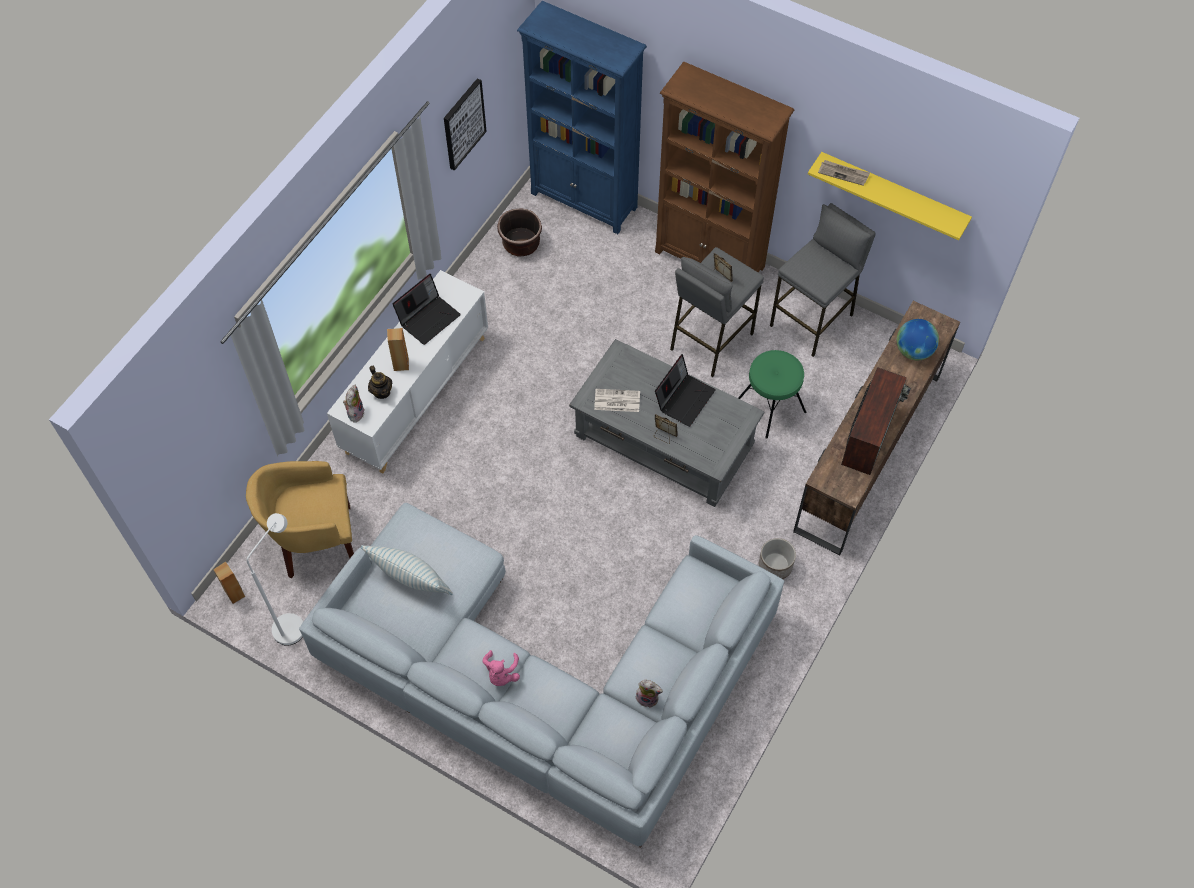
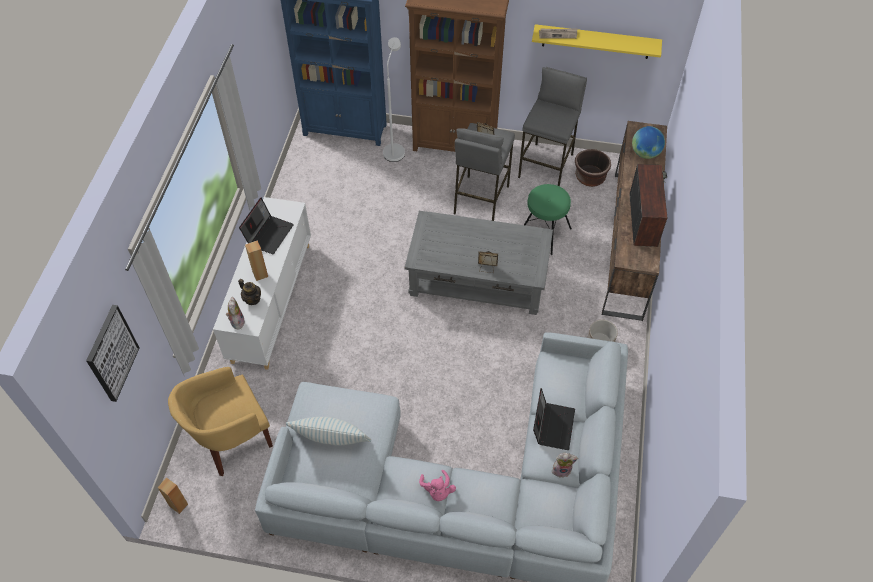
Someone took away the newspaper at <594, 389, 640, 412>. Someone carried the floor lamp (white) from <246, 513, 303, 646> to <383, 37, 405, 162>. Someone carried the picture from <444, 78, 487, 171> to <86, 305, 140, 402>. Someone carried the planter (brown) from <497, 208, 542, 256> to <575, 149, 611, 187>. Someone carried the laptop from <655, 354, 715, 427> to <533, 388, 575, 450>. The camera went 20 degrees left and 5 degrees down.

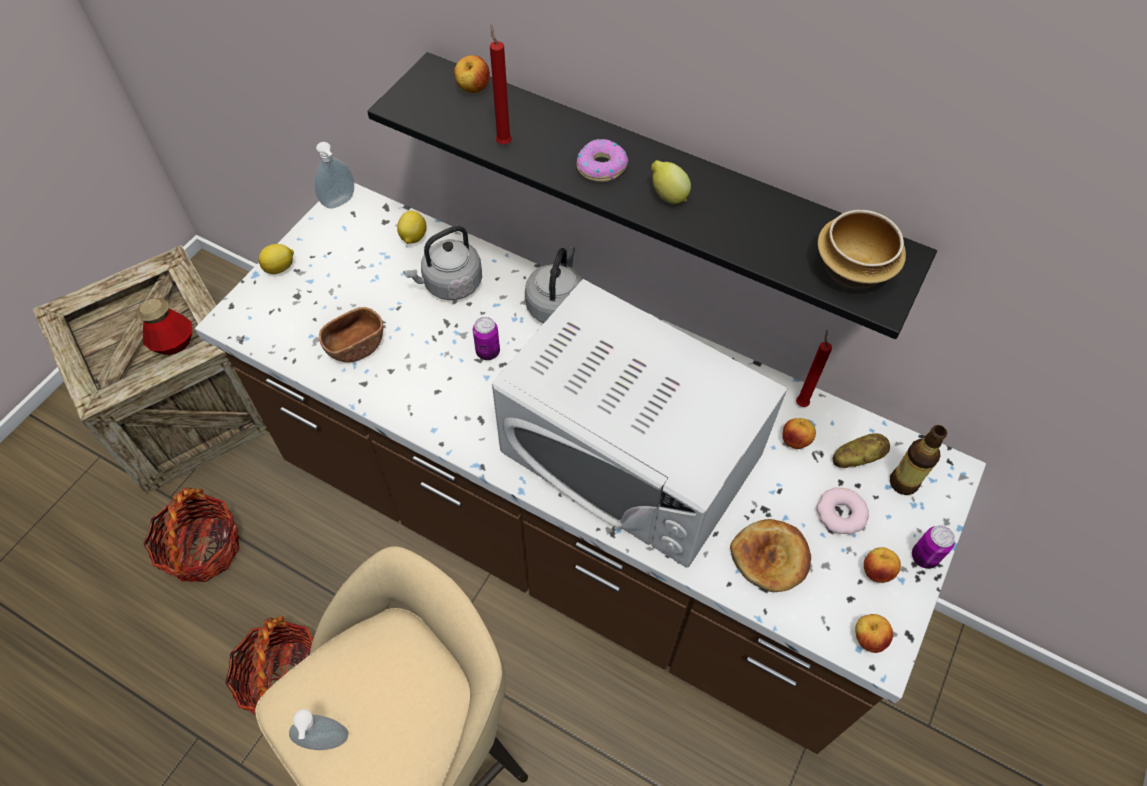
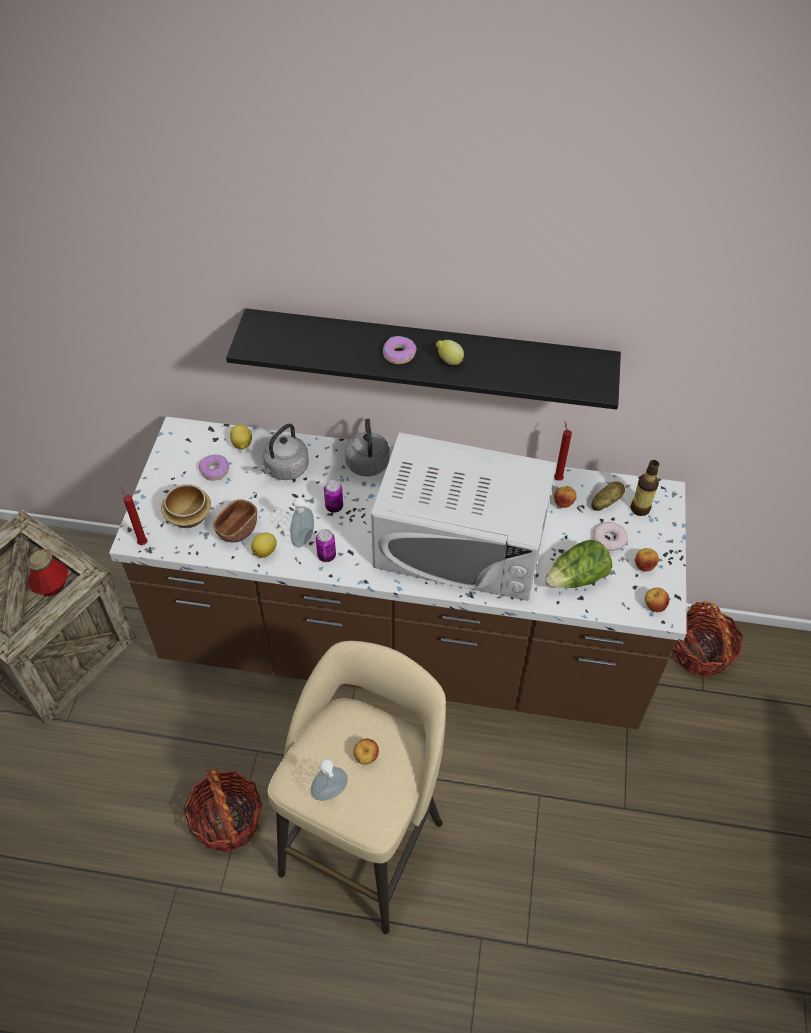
Someone put down the donut at <199, 455, 229, 481>. Someone carried the basket from <144, 487, 240, 582> to <673, 601, 743, 677>. Someone carried the lemon from <258, 244, 294, 274> to <251, 532, 277, 558>. Someone carried the soap dispenser from <314, 142, 354, 209> to <290, 497, 314, 548>. Someone carried the apple from <454, 55, 490, 93> to <353, 739, 379, 765>. Someone carried the candle (red) from <490, 24, 512, 144> to <121, 488, 148, 545>. Someone carried the bowl from <818, 210, 906, 289> to <161, 484, 211, 528>. Someone carried the can from <912, 525, 955, 569> to <316, 529, 336, 562>. Someone swapped the bread at <730, 519, 811, 592> for the lettuce at <545, 540, 612, 588>. The camera went 20 degrees left and 5 degrees down.

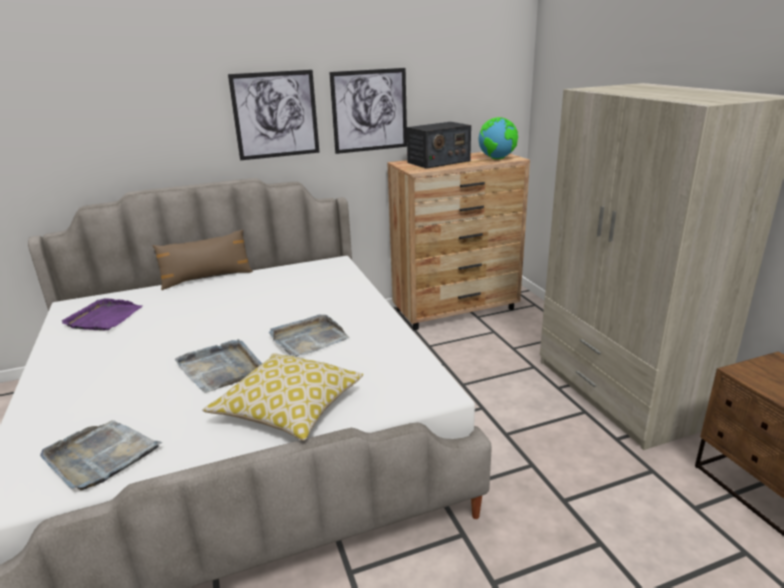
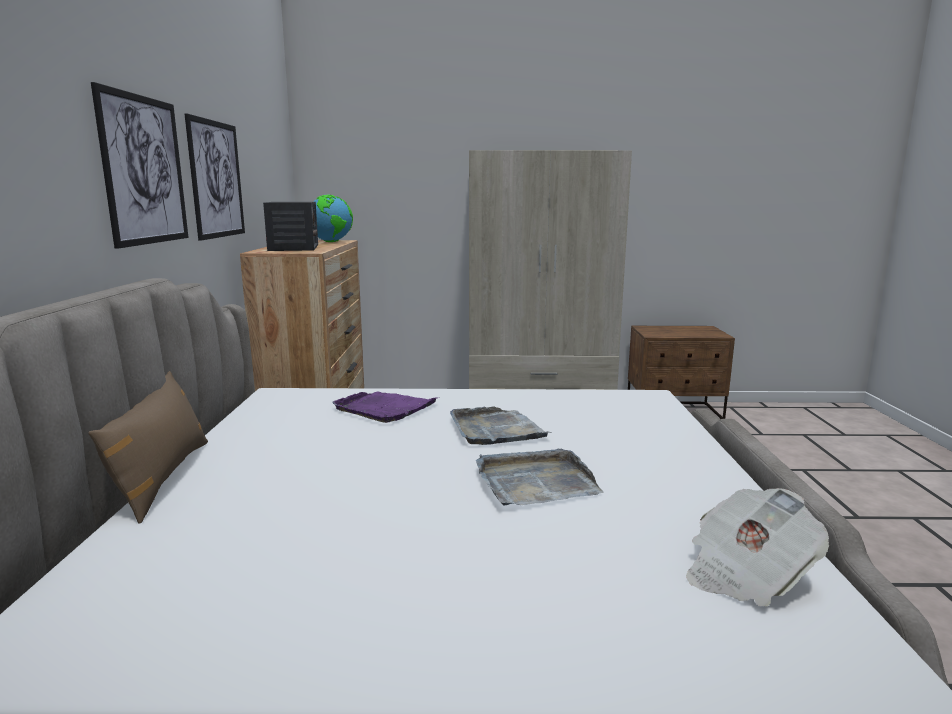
Someone took away the pillow at <203, 353, 363, 441>. Someone carried the tray (purple) from <62, 298, 142, 331> to <332, 391, 440, 423>. Someone swapped the tray (grey) at <40, 420, 163, 490> for the newspaper at <686, 488, 829, 607>. The camera went 70 degrees left and 10 degrees down.

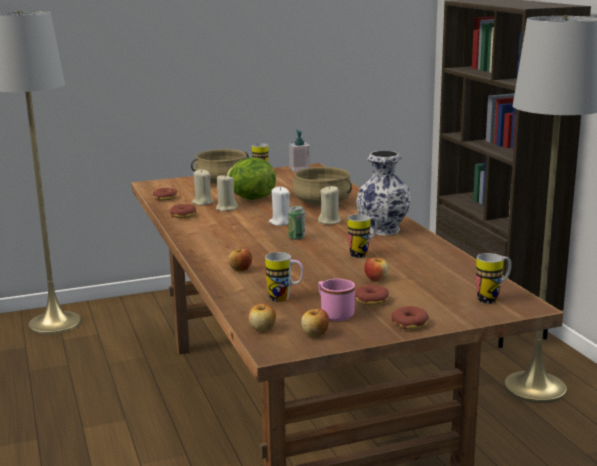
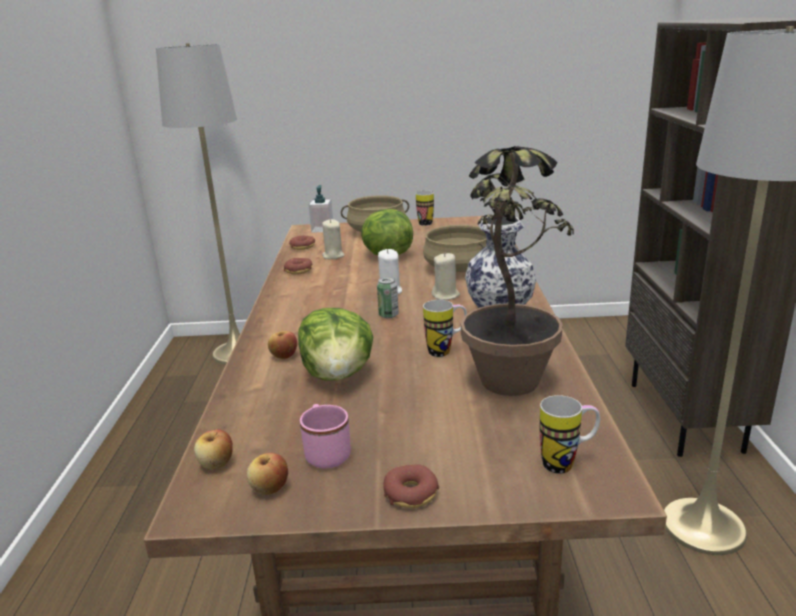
Someone took away the candle (beige) at <216, 175, 238, 212>. Someone took away the mug at <265, 252, 304, 302>. Someone took away the donut at <355, 284, 389, 306>. Someone took away the apple at <364, 256, 389, 281>. Someone put down the lettuce at <298, 308, 373, 380>. Someone put down the potted plant at <461, 146, 574, 396>. Someone carried the soap dispenser from <289, 130, 311, 172> to <308, 185, 333, 232>. The camera went 20 degrees right and 5 degrees up.

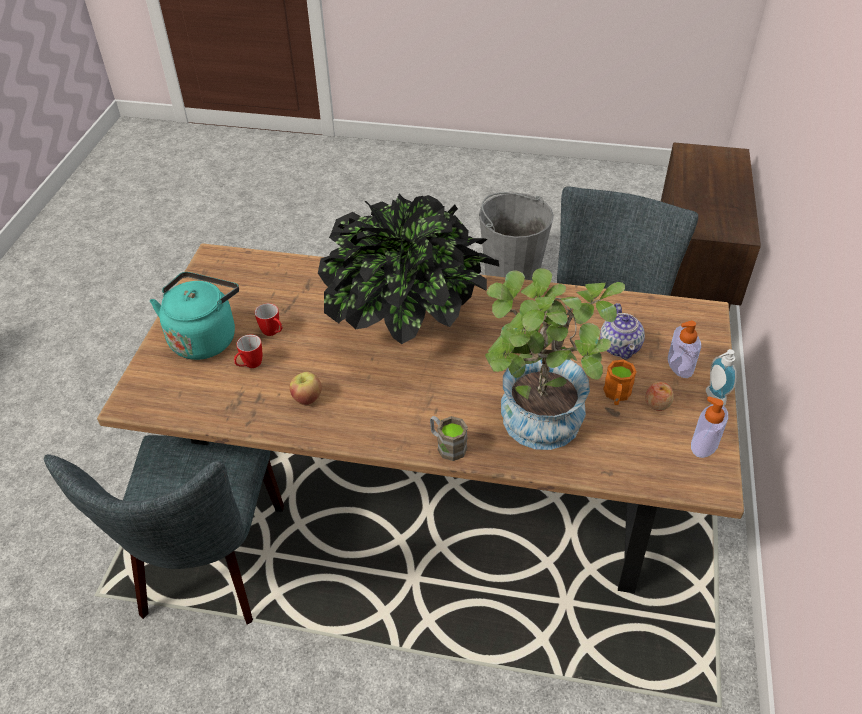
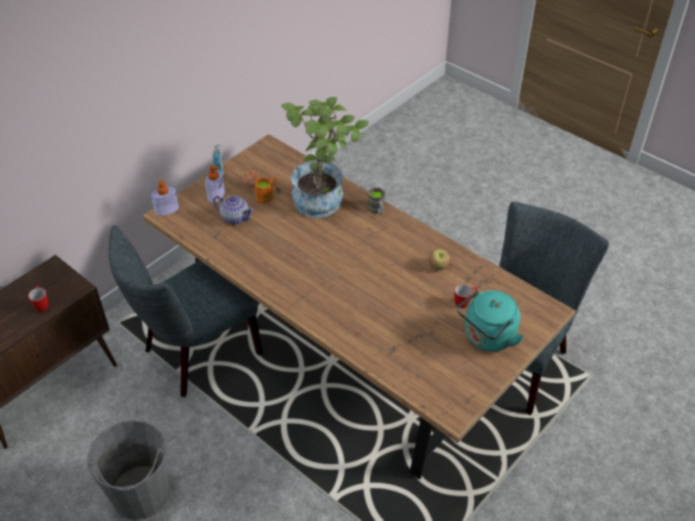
Someone took away the potted plant at <318, 194, 500, 344>. Someone carried the mug from <255, 303, 282, 336> to <28, 285, 48, 312>. Someone carried the soap dispenser from <691, 396, 728, 458> to <151, 180, 179, 216>. Someone rotated the teapot at <600, 303, 645, 360> by 90 degrees clockwise. The camera went 150 degrees left and 0 degrees up.

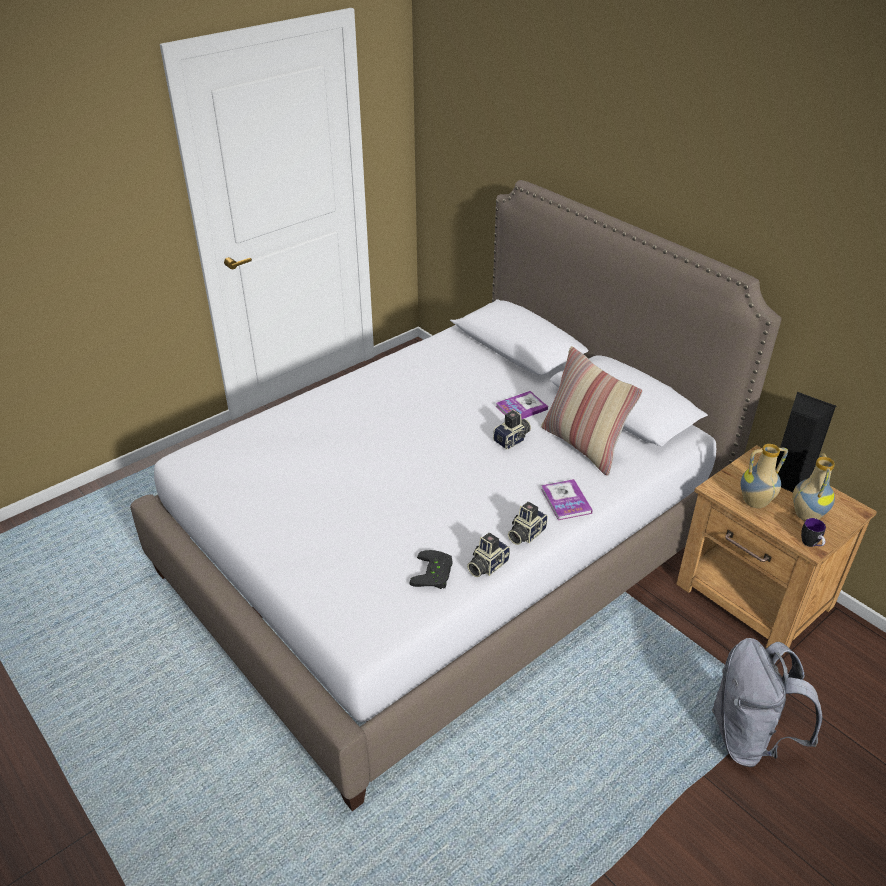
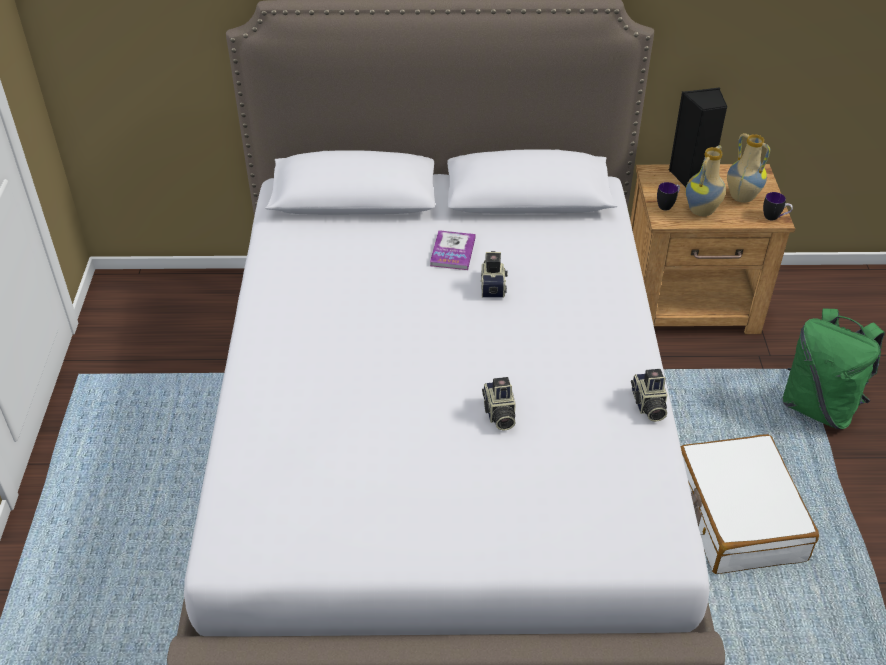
Someone took away the game controller (black) at <409, 550, 452, 589>. Someone took away the pillow at <541, 346, 642, 476>. Someone took away the book at <541, 479, 593, 520>. Someone put down the mug at <657, 182, 680, 210>. Someone put down the suitcase (white) at <681, 434, 819, 574>. Someone carried the photo camera from <508, 502, 548, 545> to <482, 377, 516, 431>. Someone repainted the backpack (grey) at <712, 638, 822, 767>, which became the backpack (green) at <782, 308, 885, 429>. The camera went 50 degrees left and 5 degrees up.

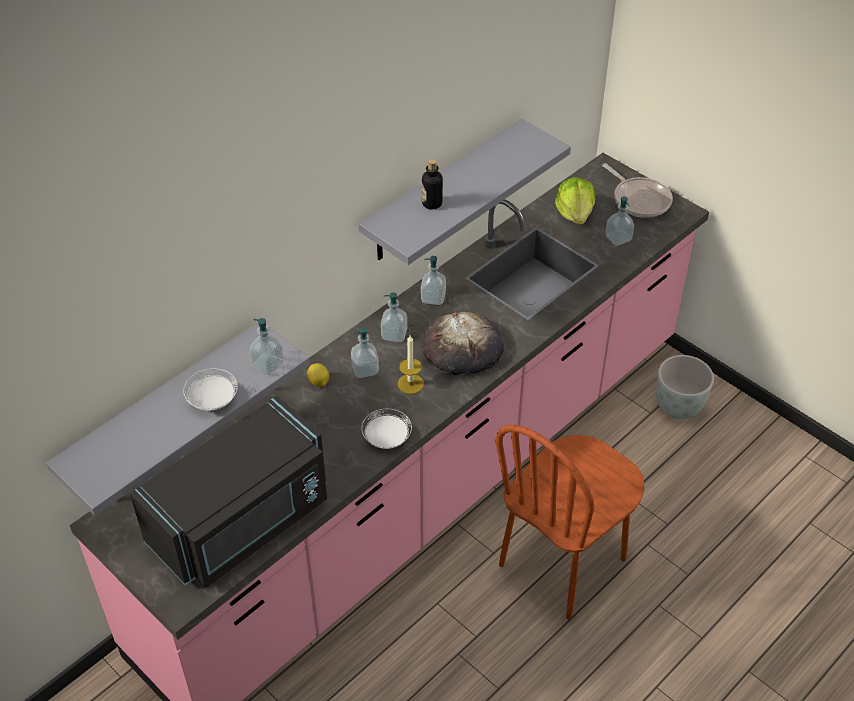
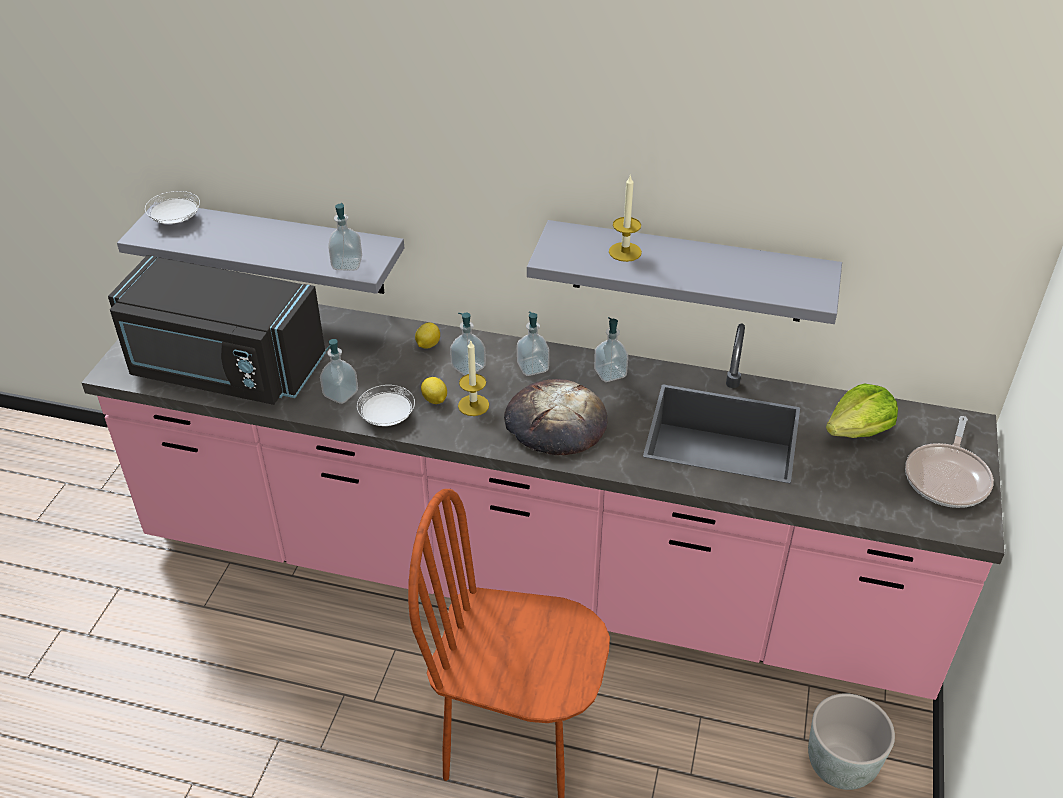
Someone put down the lemon at <421, 377, 447, 404>. Someone carried the plate (white) from <184, 369, 238, 411> to <145, 191, 200, 224>. Someone carried the soap dispenser from <606, 196, 634, 246> to <320, 339, 358, 404>. Someone swapped the bottle at <422, 159, 443, 209> for the candle at <609, 174, 642, 262>. The camera went 60 degrees right and 5 degrees down.

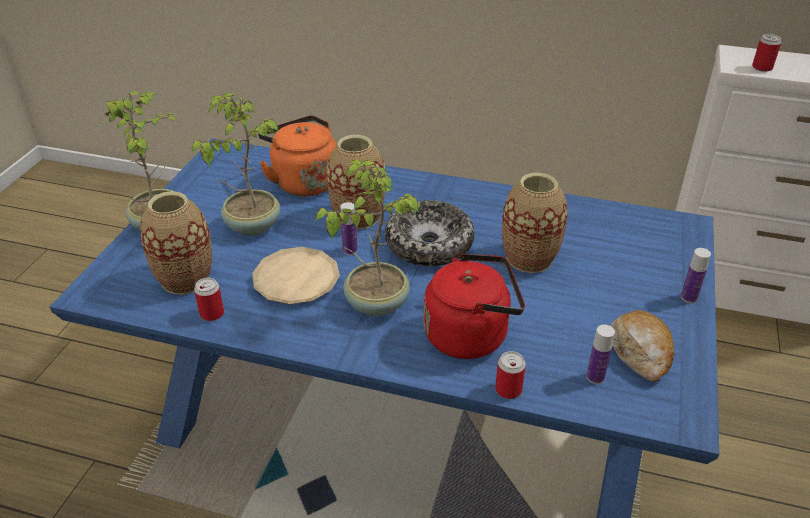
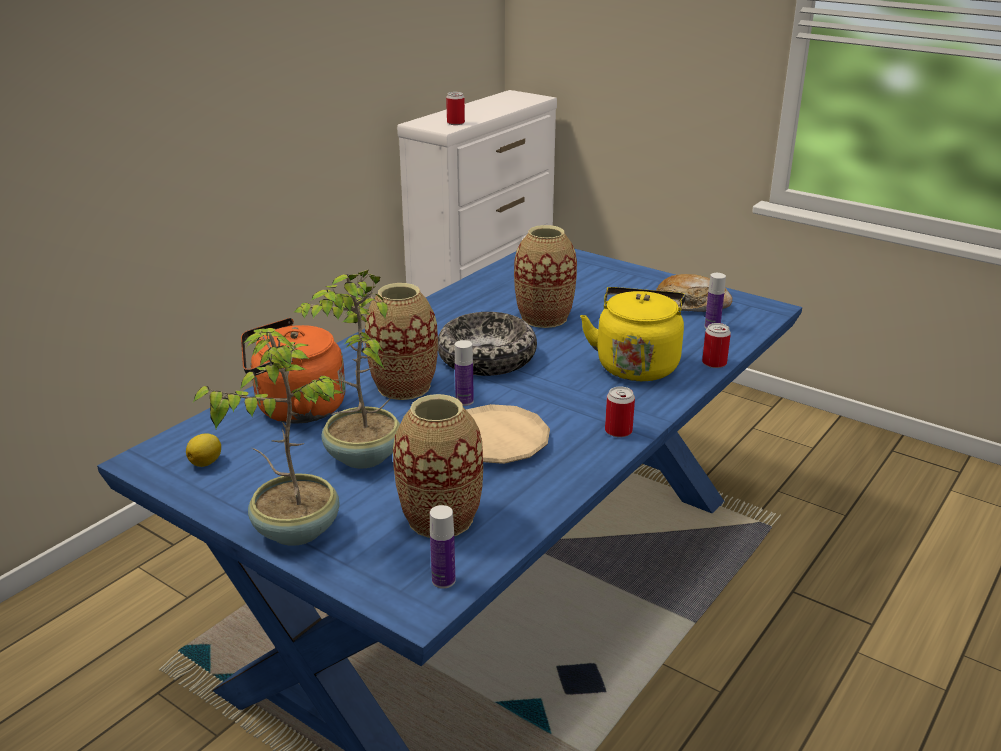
Someone took away the potted plant at <315, 160, 421, 316>. Someone put down the lemon at <186, 434, 221, 467>. Someone carried the can from <194, 278, 224, 321> to <605, 386, 635, 437>. Someone carried the bottle from <681, 248, 711, 303> to <430, 505, 455, 589>. Someone repainted the kettle (red) at <423, 253, 525, 359>, which became the kettle (yellow) at <580, 287, 686, 381>. The camera went 70 degrees left and 10 degrees down.

